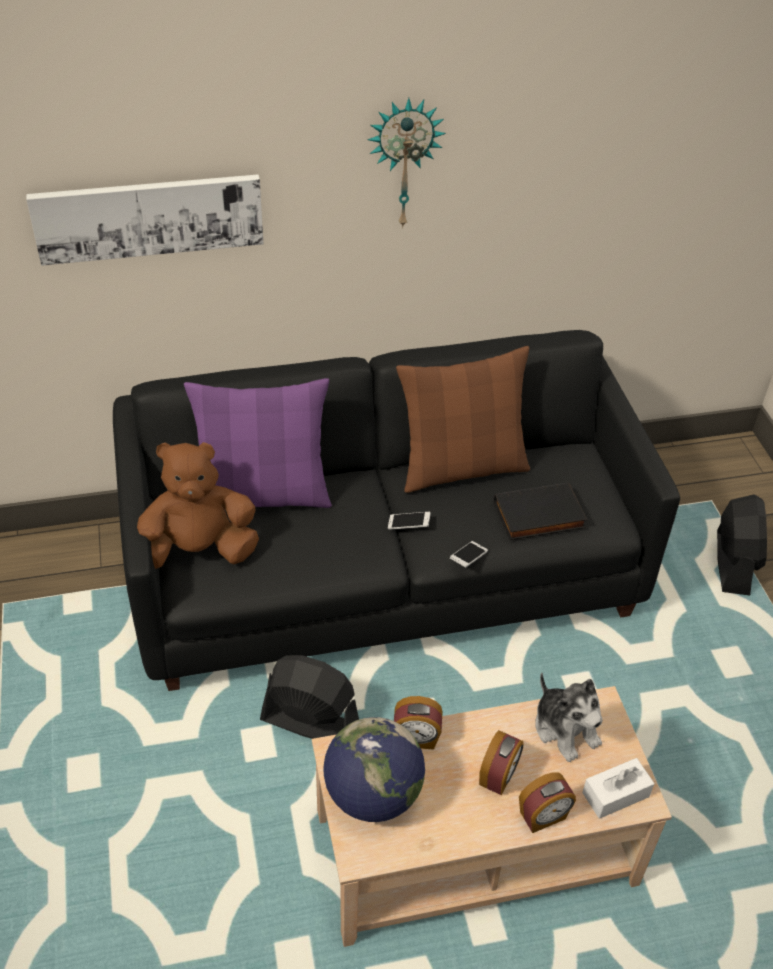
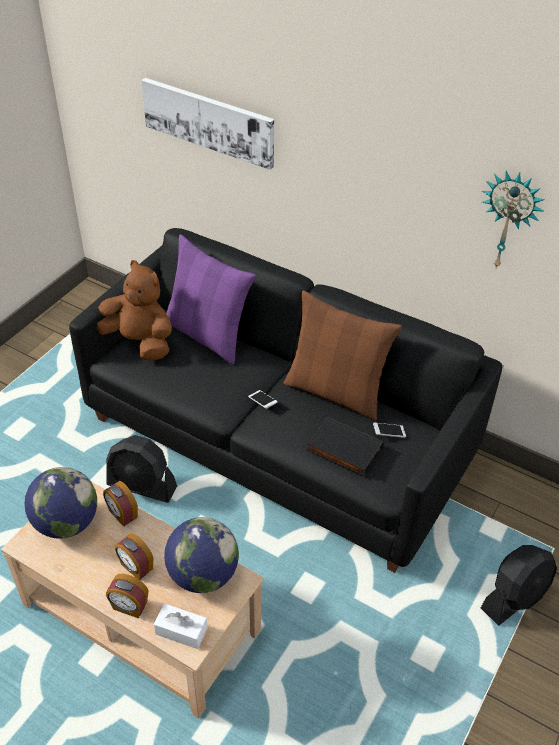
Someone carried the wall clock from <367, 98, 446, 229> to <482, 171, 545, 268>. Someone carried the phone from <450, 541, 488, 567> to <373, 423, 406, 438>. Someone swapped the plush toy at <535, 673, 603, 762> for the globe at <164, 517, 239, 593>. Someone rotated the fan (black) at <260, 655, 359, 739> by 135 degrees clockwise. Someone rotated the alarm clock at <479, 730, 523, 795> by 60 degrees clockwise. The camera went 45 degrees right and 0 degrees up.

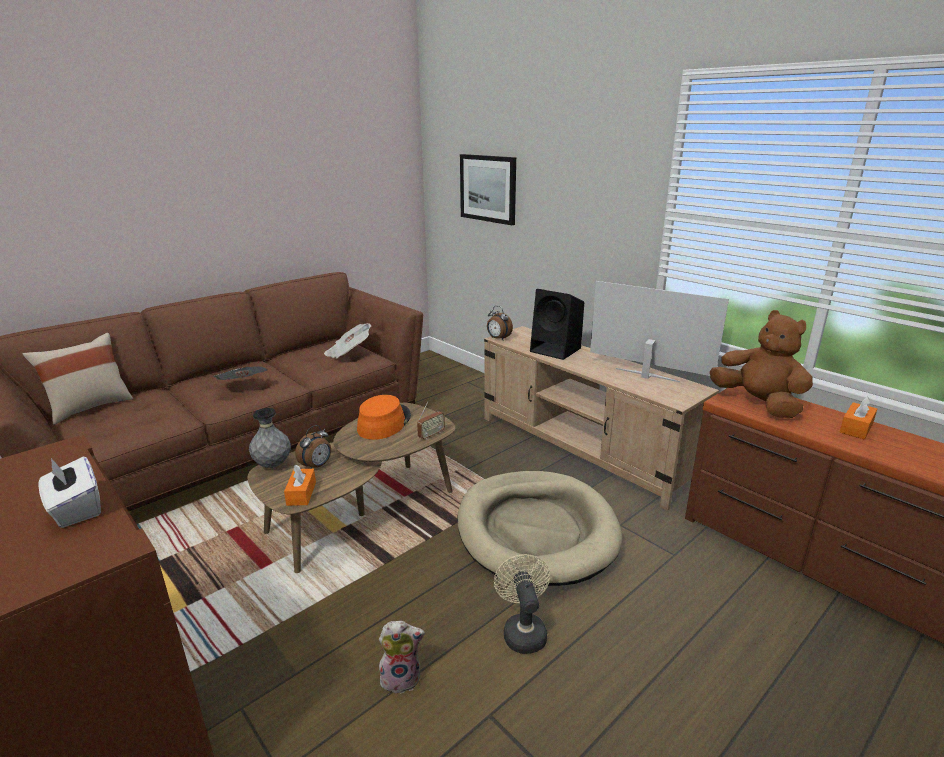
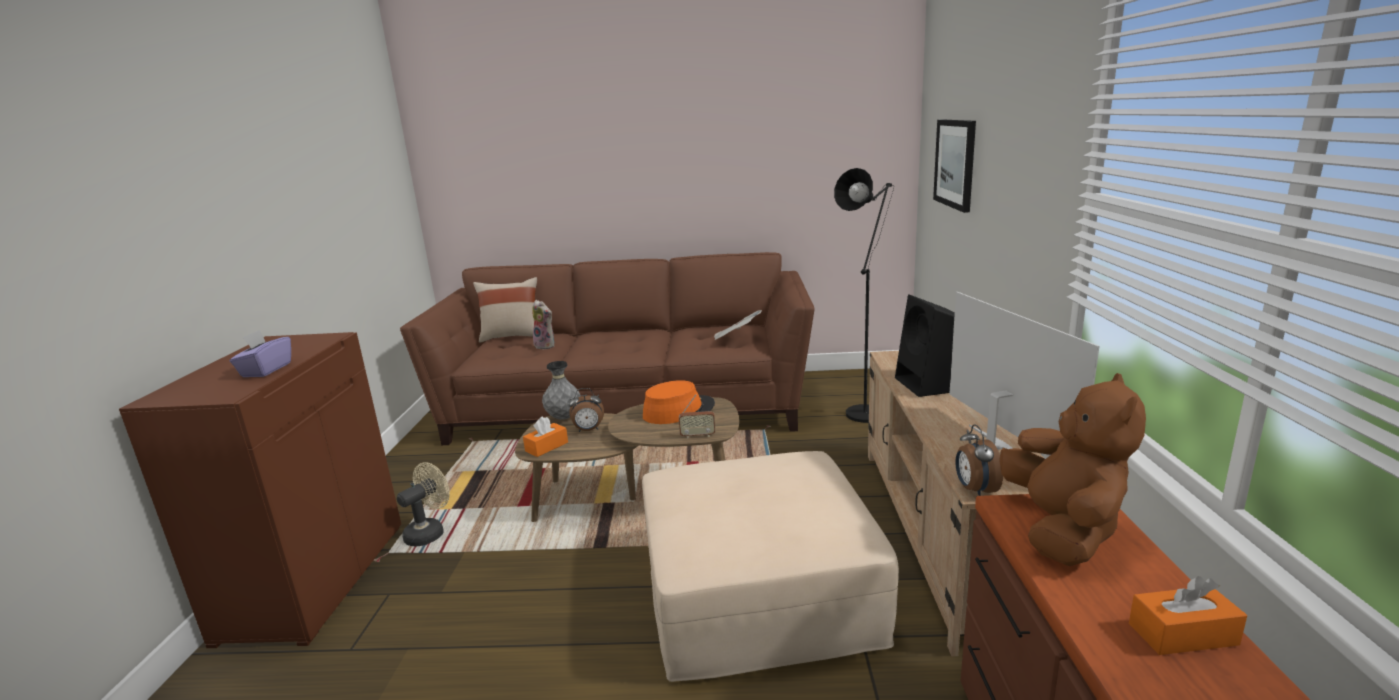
Someone took away the newspaper at <214, 366, 268, 380>. Someone put down the floor lamp (black) at <834, 168, 894, 423>. Someone carried the plush toy from <379, 621, 425, 694> to <532, 300, 554, 350>. Someone carried the alarm clock from <487, 306, 513, 341> to <955, 424, 1003, 496>. Someone carried the fan (beige) from <494, 554, 550, 654> to <397, 462, 450, 546>. Someone swapped the dog bed (beige) at <457, 471, 622, 586> for the ottoman (beige) at <642, 451, 899, 682>. Someone repainted the tissue box (white) at <38, 457, 101, 528>, which became the tissue box (purple) at <229, 330, 291, 377>. The camera went 45 degrees right and 5 degrees down.

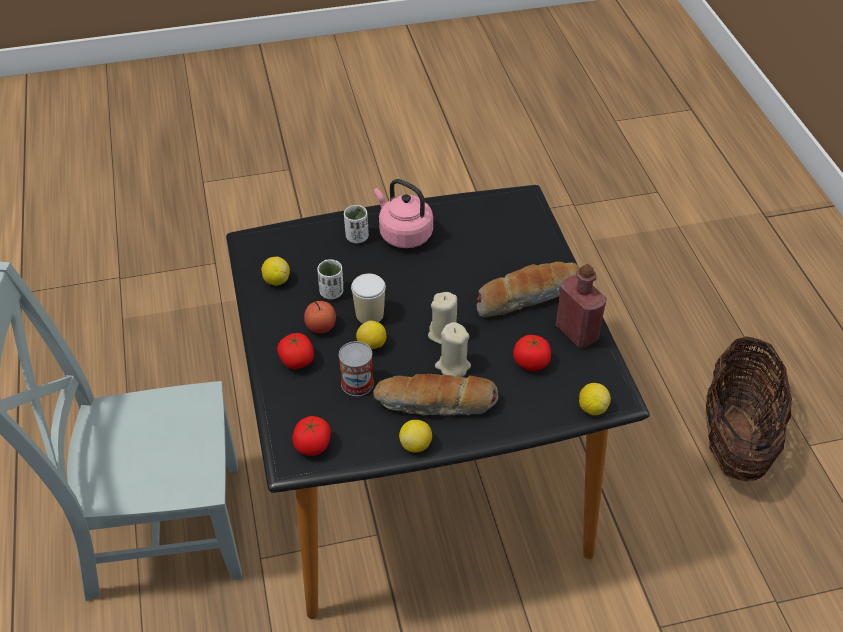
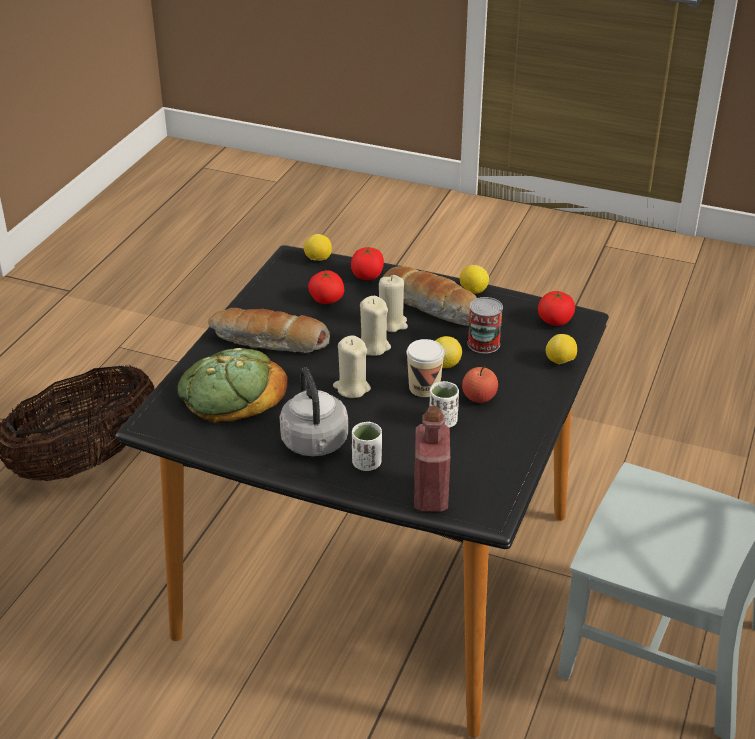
Someone put down the bread at <177, 348, 288, 423>. Someone put down the candle (beige) at <333, 336, 371, 398>. Someone carried the lemon from <261, 257, 290, 286> to <546, 334, 577, 364>. Someone carried the tomato from <277, 333, 314, 369> to <351, 247, 384, 280>. Someone carried the bottle (red) from <556, 264, 607, 347> to <414, 406, 450, 512>. Someone repainted the kettle (pink) at <374, 179, 433, 248>, which became the kettle (grey) at <280, 367, 348, 456>. The camera went 145 degrees left and 10 degrees down.

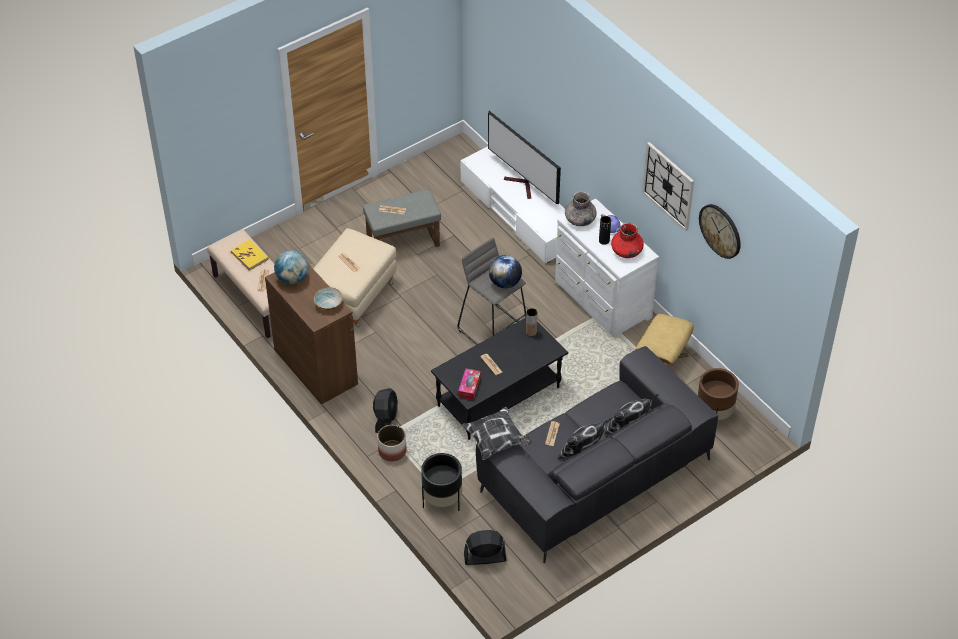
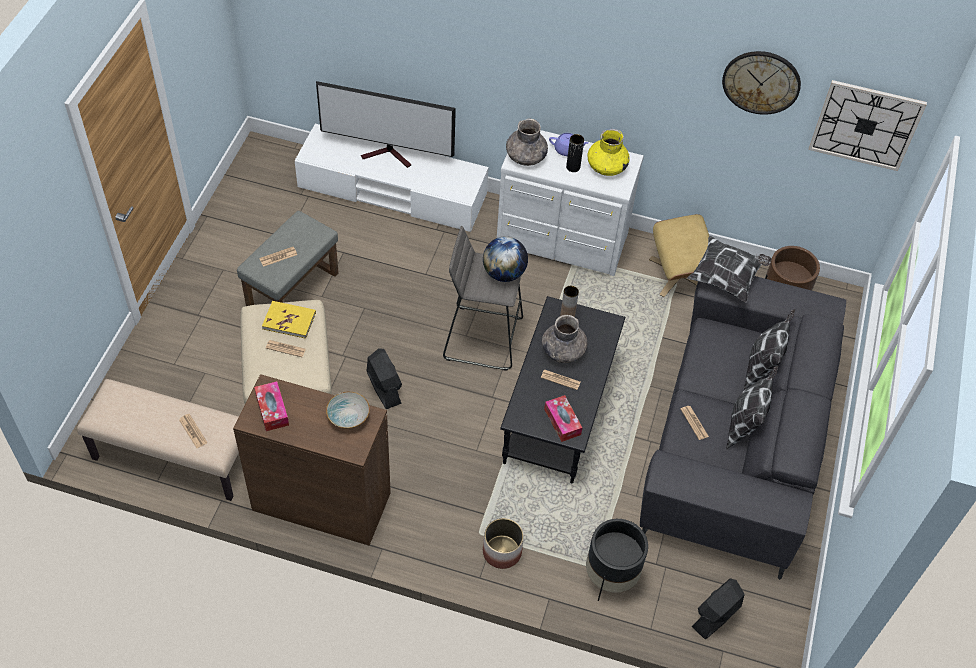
Someone put down the vase (grey) at <542, 315, 588, 363>. Someone carried the book (yellow) from <231, 239, 269, 271> to <262, 301, 316, 339>. Someone carried the fan (black) from <373, 388, 398, 433> to <367, 348, 402, 409>. Someone carried the pillow from <461, 407, 532, 460> to <687, 236, 772, 303>. Someone carried the wall clock from <642, 142, 694, 231> to <808, 80, 927, 171>. Someone swapped the globe at <274, 250, 308, 284> for the tissue box at <254, 381, 289, 431>. Someone repainted the vase (red) at <611, 222, 644, 258>, which became the vase (yellow) at <587, 129, 630, 176>. The camera went 40 degrees left and 5 degrees up.

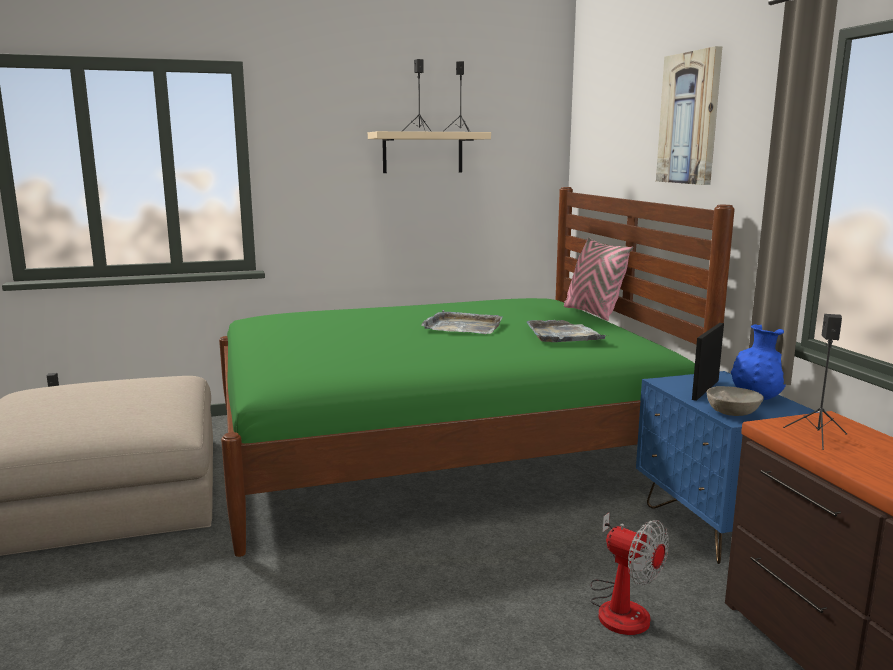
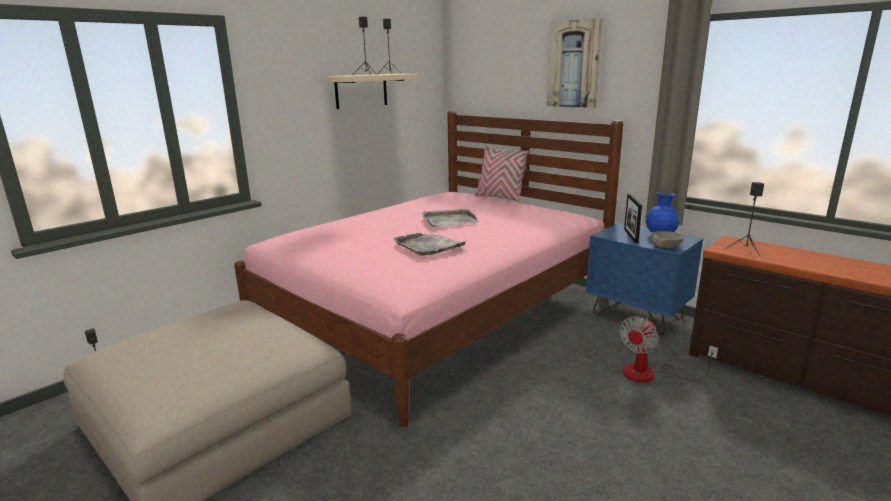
Someone carried the tray (grey) from <526, 320, 609, 342> to <393, 233, 465, 256>. Someone repainted the bed (green) at <219, 187, 735, 557>, which became the bed (pink) at <234, 111, 623, 428>. Someone rotated the fan at <590, 513, 669, 635> by 120 degrees clockwise. The camera went 30 degrees left and 5 degrees up.

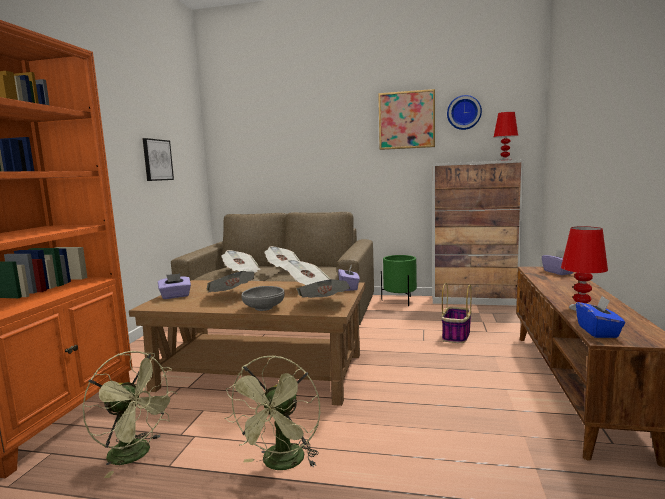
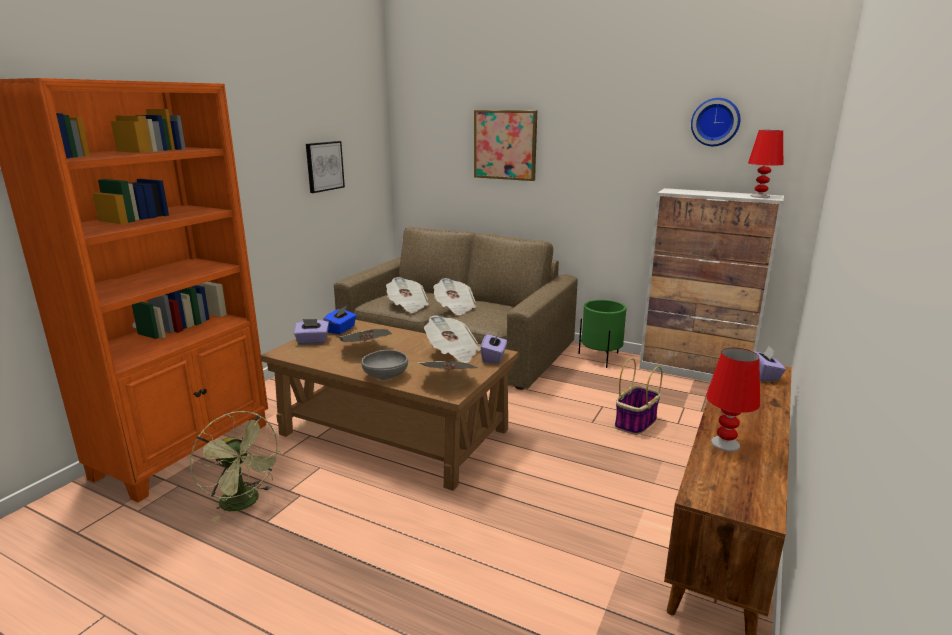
Someone took away the fan (green) at <225, 355, 320, 470>. Someone carried the picture from <378, 89, 435, 150> to <474, 110, 537, 181>. Someone carried the tissue box (blue) from <576, 296, 625, 338> to <323, 306, 357, 334>. The camera went 15 degrees right and 10 degrees up.

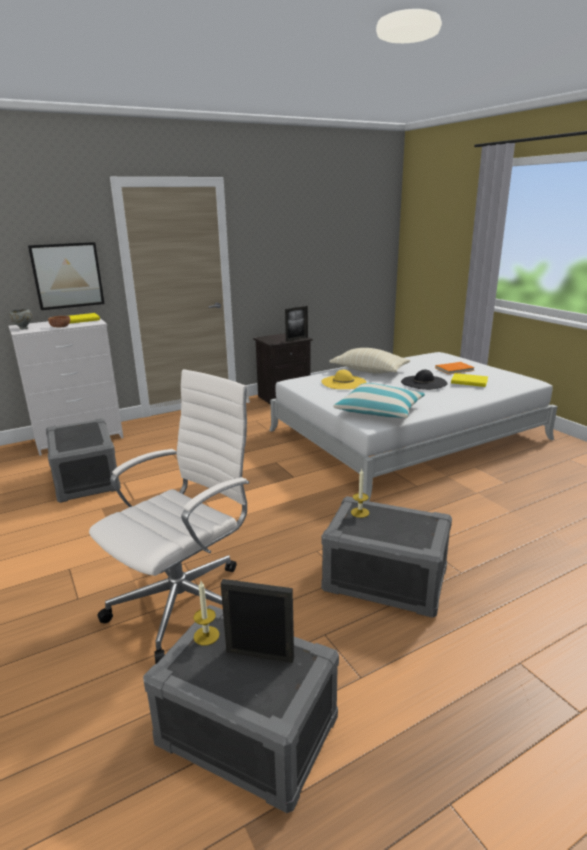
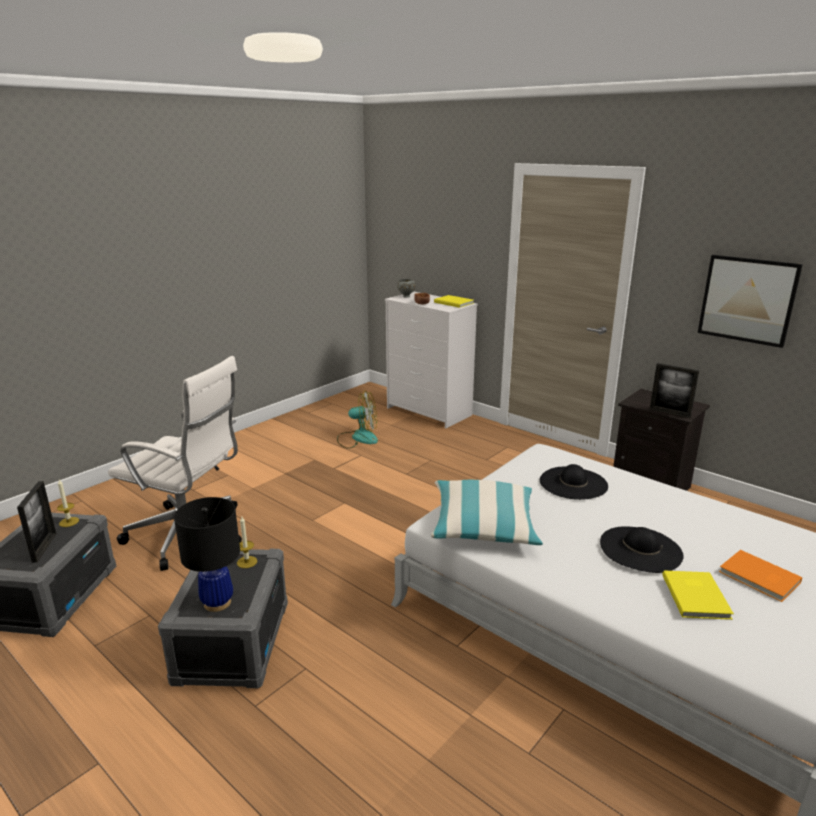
Someone took away the pillow (beige) at <329, 348, 410, 374>. Someone put down the table lamp (black) at <174, 497, 240, 612>. Someone carried the picture from <28, 242, 105, 310> to <698, 255, 803, 348>. Someone swapped the storage box (grey) at <46, 418, 121, 503> for the fan at <337, 392, 378, 448>. Someone repainted the hat (yellow) at <321, 370, 366, 389>, which became the hat (black) at <540, 464, 608, 500>. The camera went 70 degrees right and 0 degrees up.

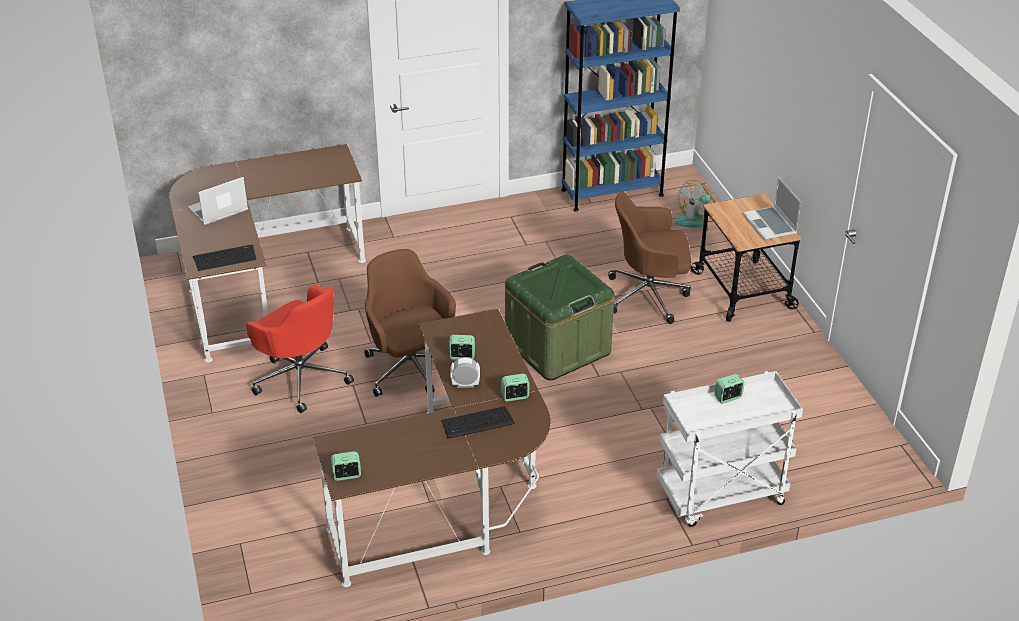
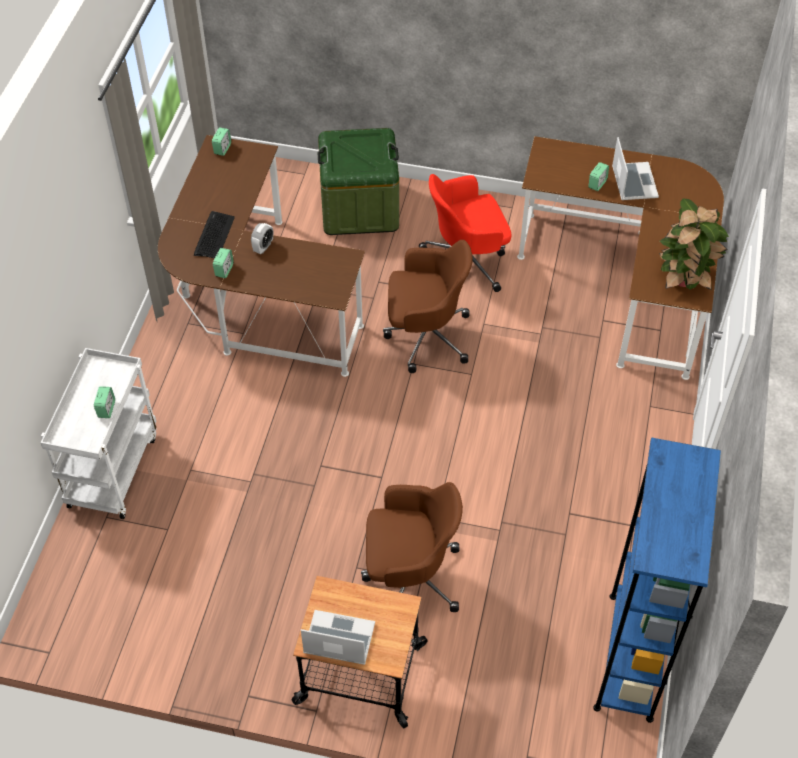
Someone took away the keyboard at <193, 245, 257, 271>. Someone took away the fan at <675, 180, 713, 228>. Someone put down the potted plant at <659, 199, 729, 290>. Someone carried the alarm clock from <449, 335, 475, 360> to <588, 162, 609, 191>. Someone carried the storage box (green) from <505, 255, 614, 380> to <318, 128, 399, 235>. Someone rotated the office chair (brown) at <608, 192, 691, 324> by 60 degrees clockwise. The camera went 120 degrees right and 15 degrees up.

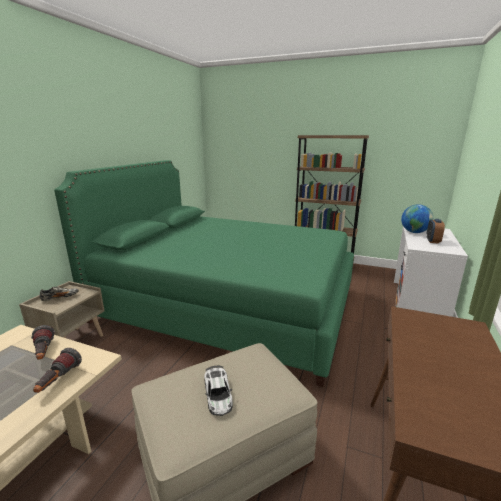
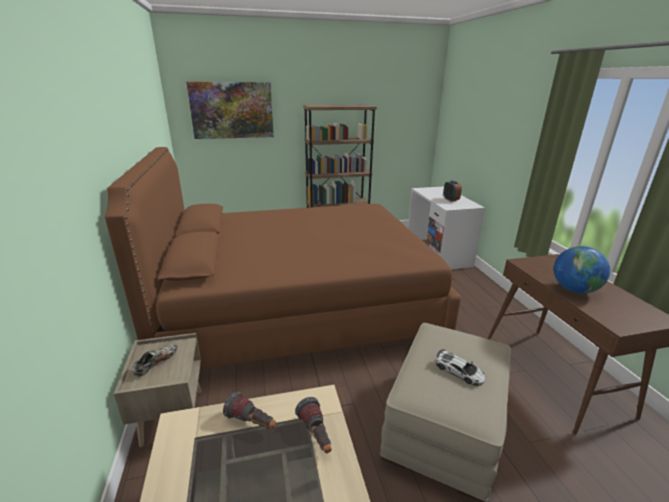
Someone put up the picture at <186, 82, 274, 139>. Someone carried the globe from <401, 204, 433, 233> to <554, 246, 610, 293>. Someone repainted the bed (green) at <54, 160, 354, 387>, which became the bed (brown) at <105, 147, 461, 369>. The camera went 35 degrees left and 5 degrees up.

